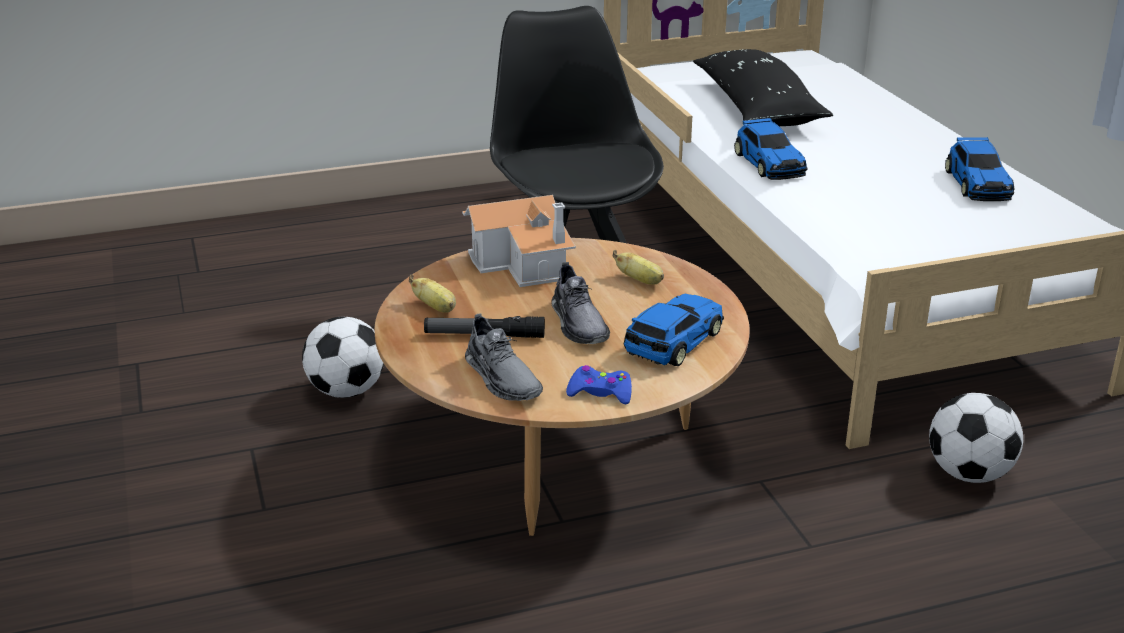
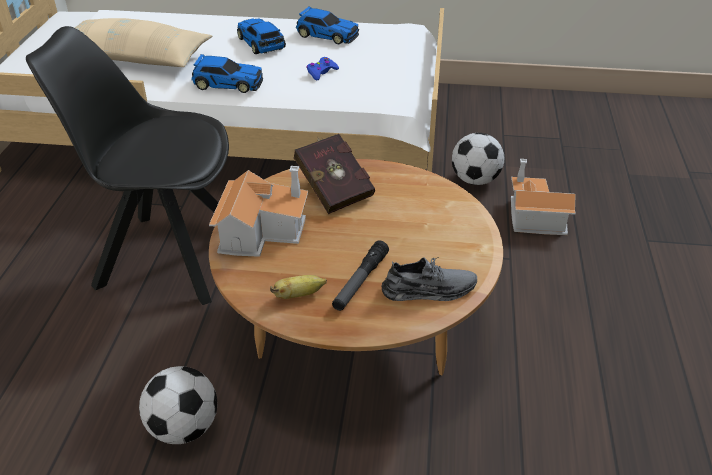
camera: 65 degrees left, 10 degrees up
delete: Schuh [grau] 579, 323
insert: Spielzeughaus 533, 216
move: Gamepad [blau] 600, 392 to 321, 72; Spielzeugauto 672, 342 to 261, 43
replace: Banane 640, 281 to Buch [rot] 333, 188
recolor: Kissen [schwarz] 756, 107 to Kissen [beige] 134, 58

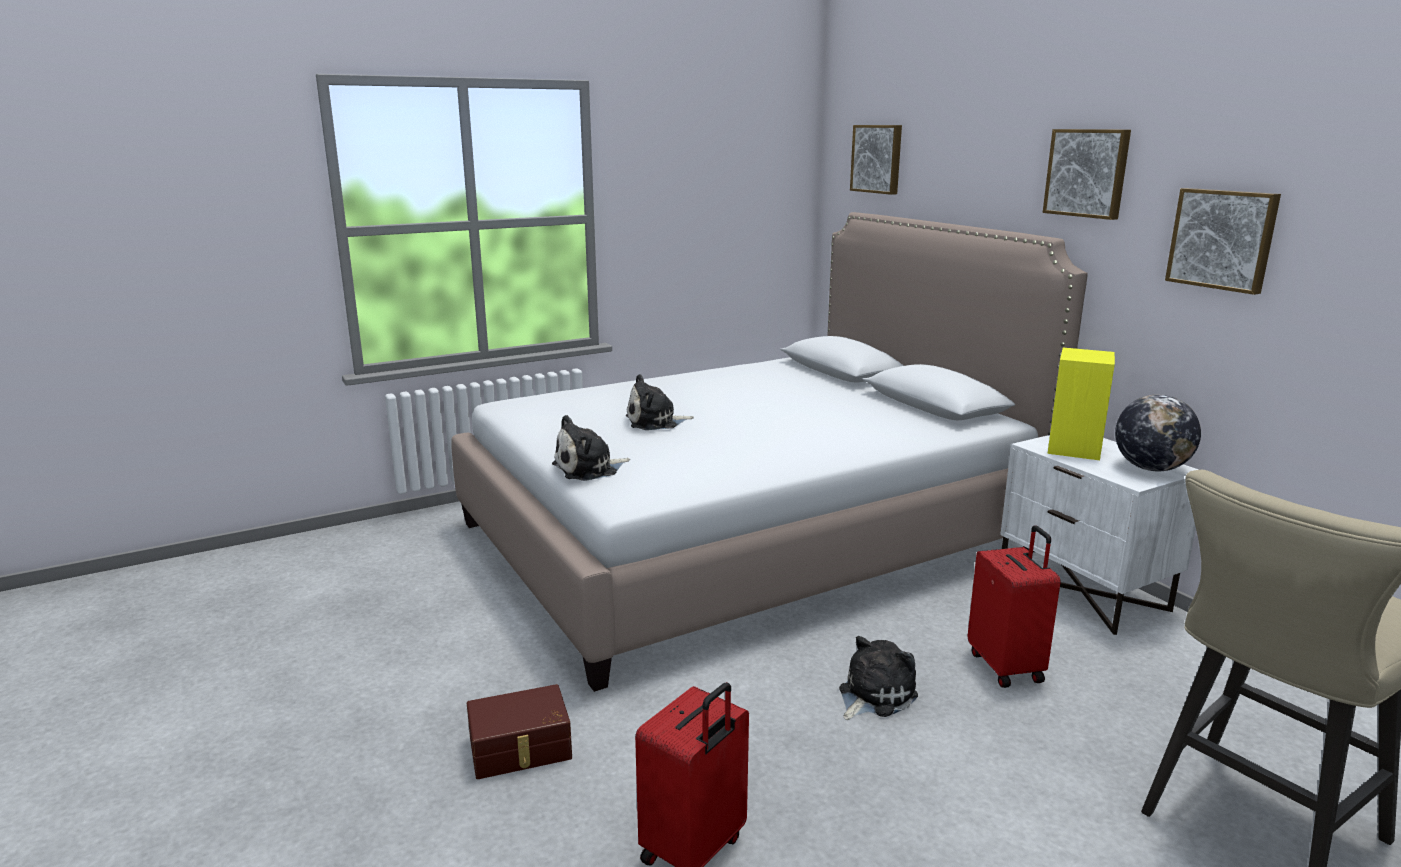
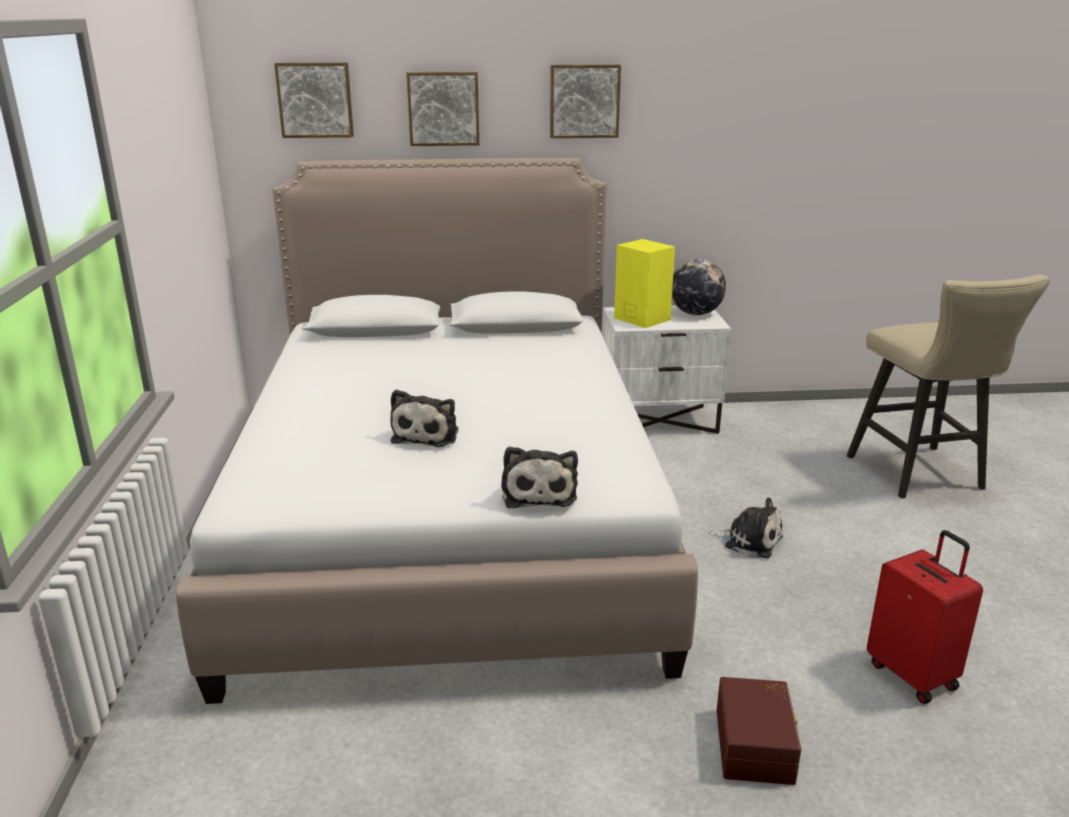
camera: 65 degrees left, 5 degrees up
delete: Koffer [rot] 1007, 666
move: Bild 1223, 239 to 443, 108
rotate: Plüschtier 873, 695 = 749, 541 135 degrees clockwise

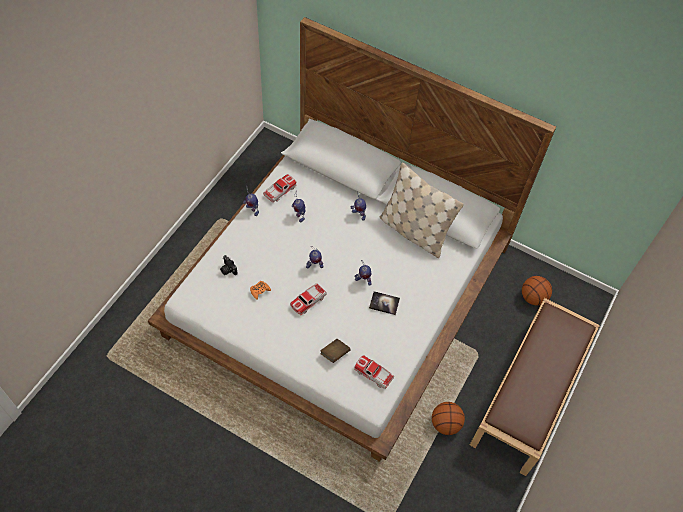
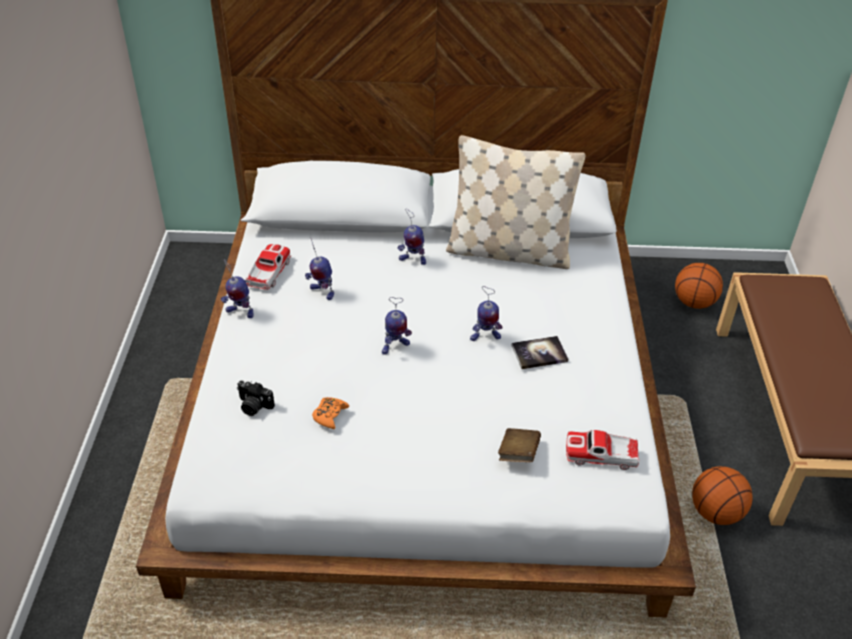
camera: 25 degrees left, 15 degrees down
delete: Spielzeugauto 308, 301

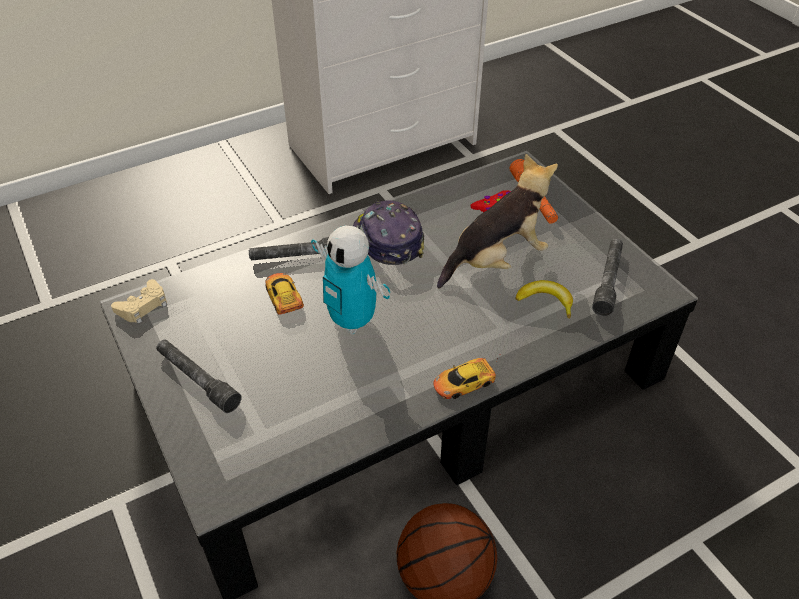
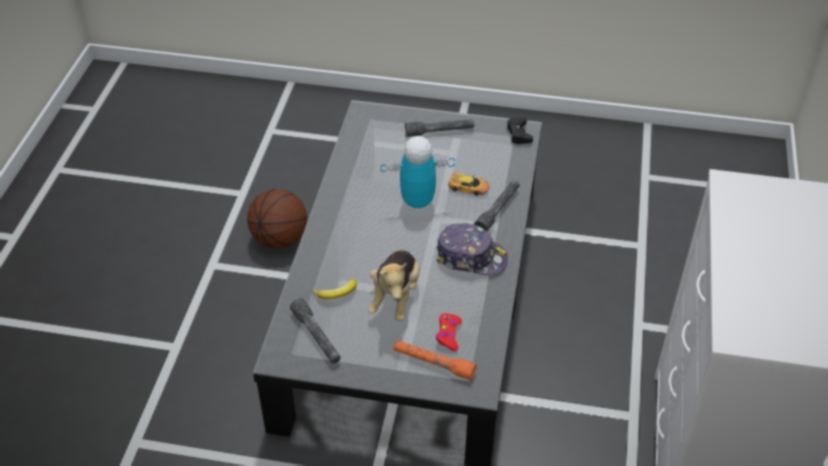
camera: 130 degrees right, 0 degrees up
delete: Spielzeugauto 463, 382
recolor: Gamepad [beige] 143, 306 to Gamepad [schwarz] 518, 134

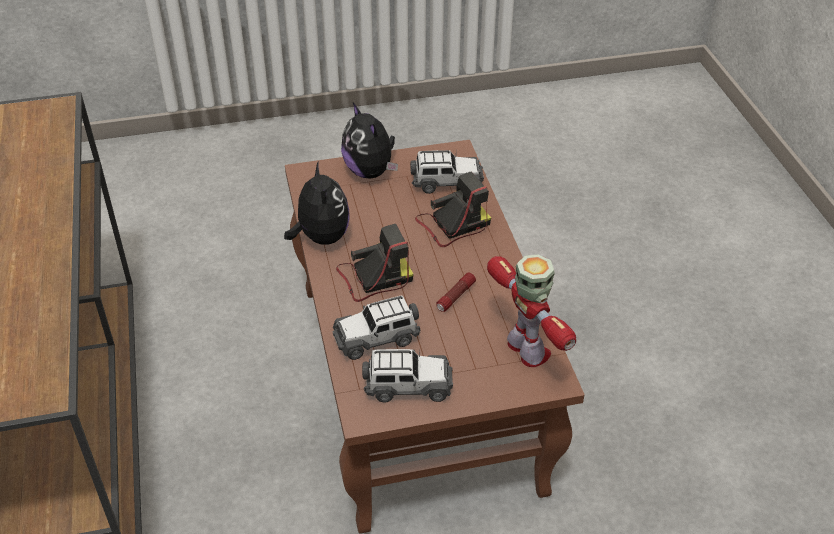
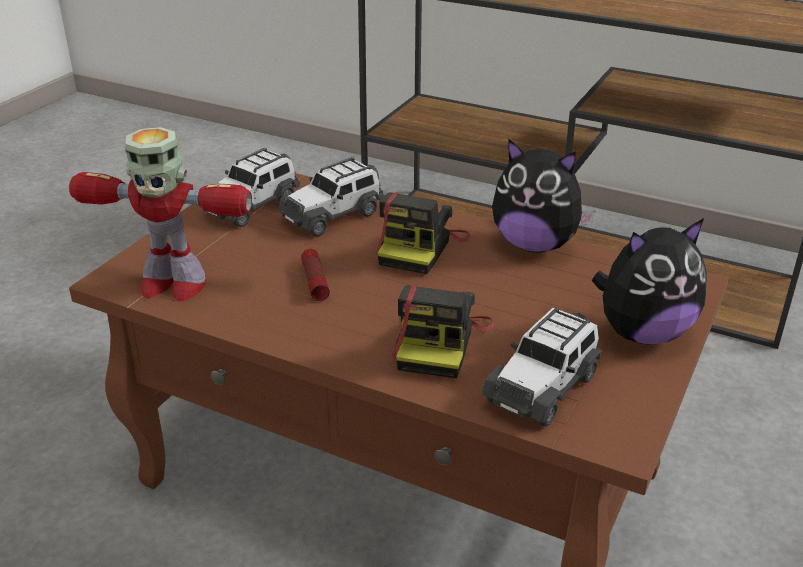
camera: 130 degrees right, 10 degrees down
rotate: Spielzeugauto 376, 338 = 333, 215 150 degrees counterclockwise; Plüschtier 370, 171 = 643, 333 150 degrees clockwise

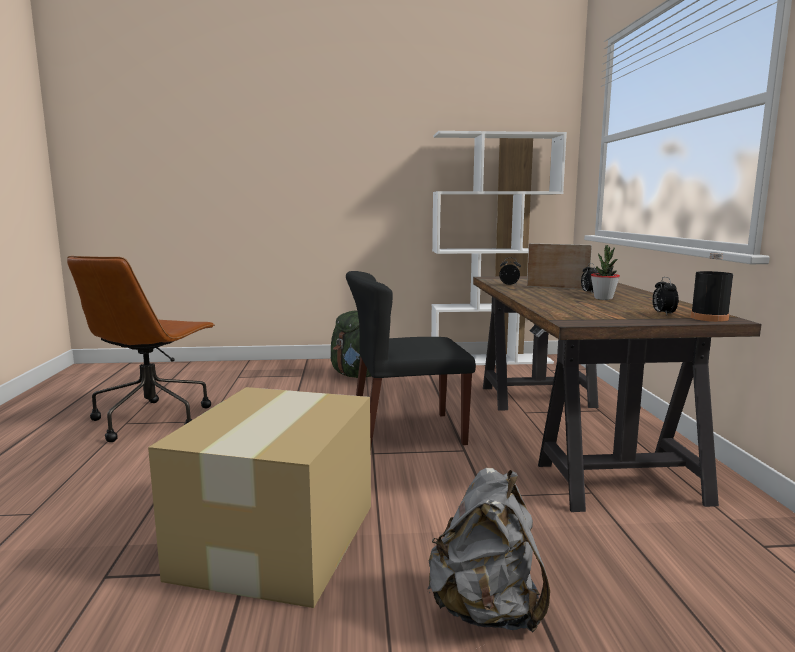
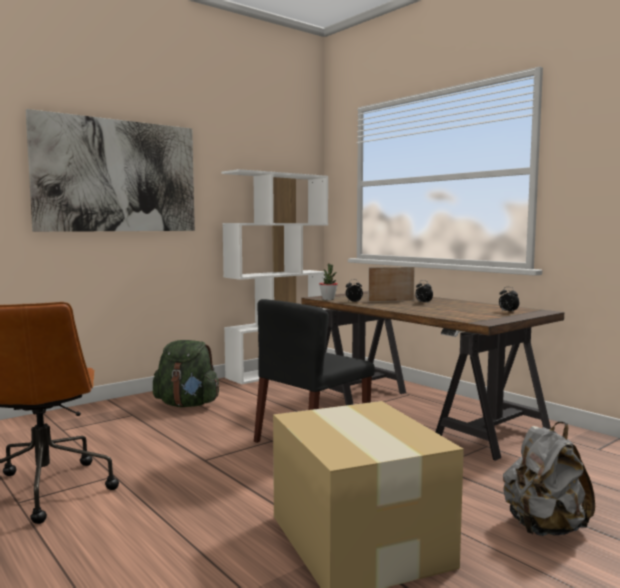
camera: 35 degrees left, 5 degrees down
delete: Flasche [schwarz] 709, 318
insert: Bild 117, 176
move: Topfpflanze 603, 298 to 328, 299

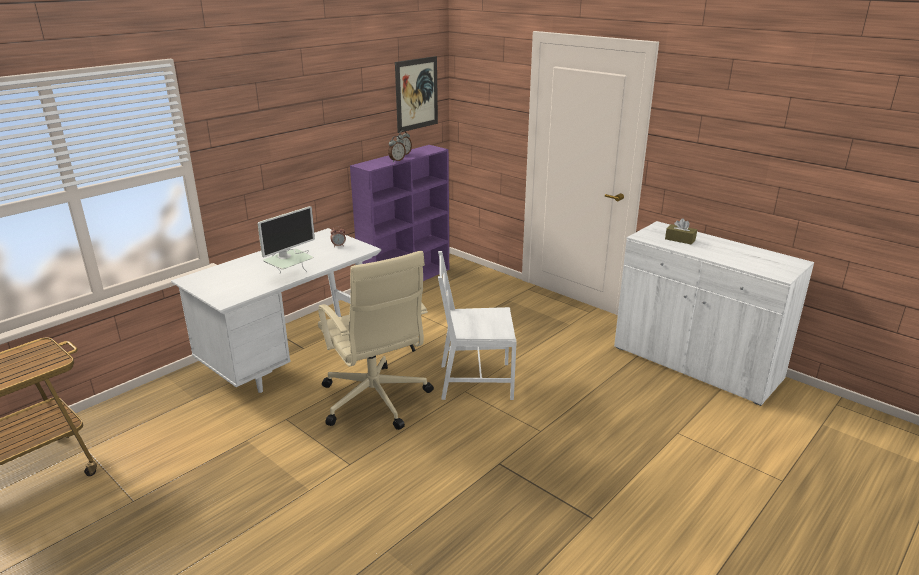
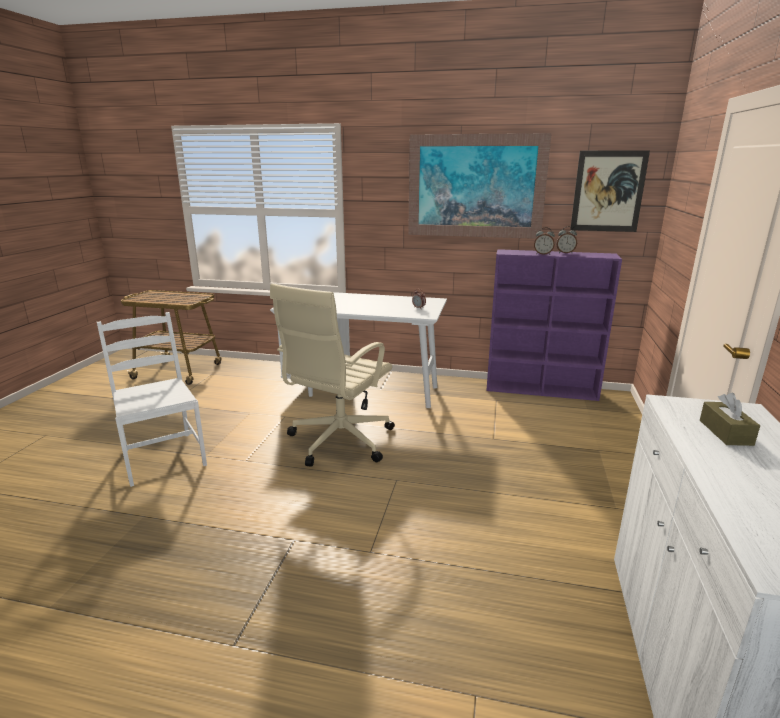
camera: 60 degrees right, 5 degrees down
delete: Monitor 290, 278
insert: Bild 475, 186
move: Stuhl [weiß] 475, 381 to 162, 457

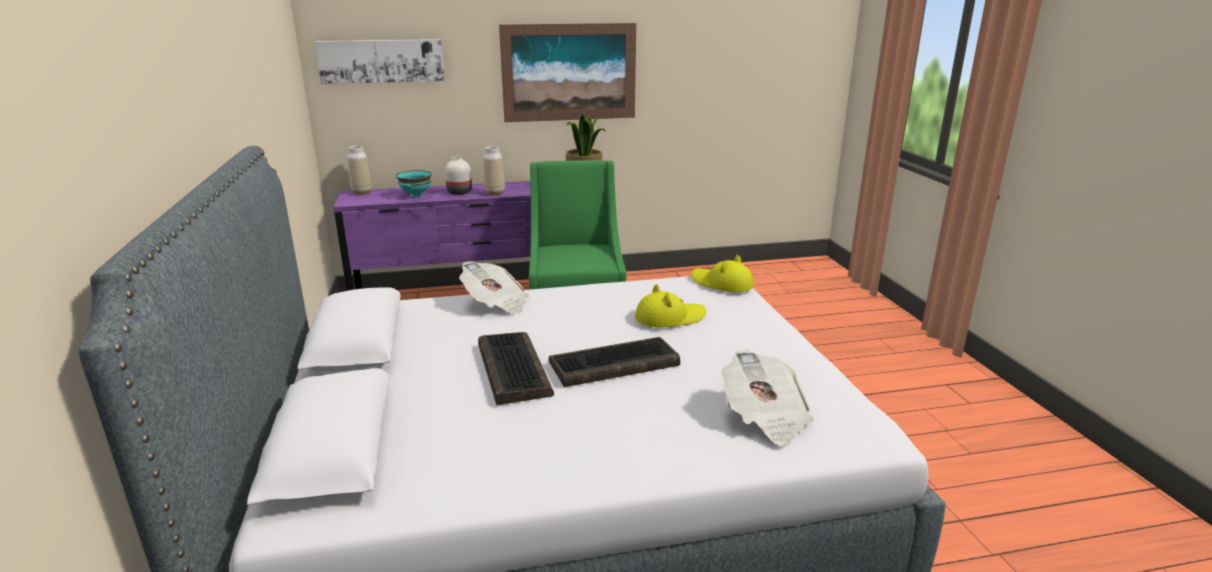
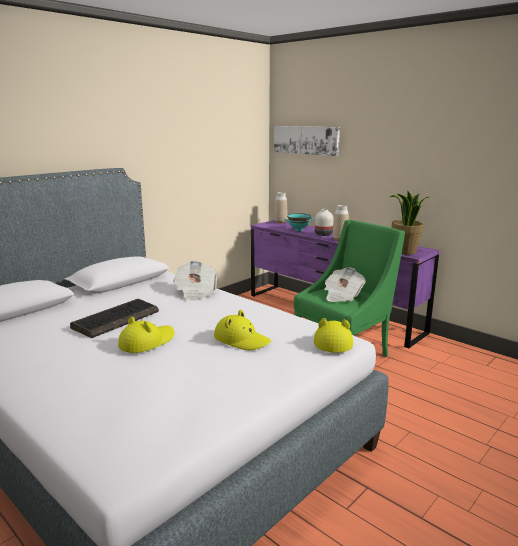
camera: 55 degrees right, 5 degrees down
delete: Bild 569, 72
move: Zeitung 764, 418 to 342, 296
replace: Tastatur 613, 364 to Hut [gelb] 147, 342

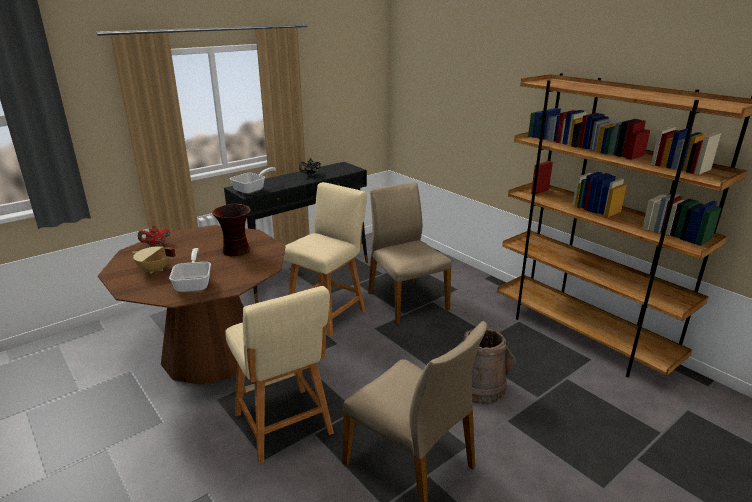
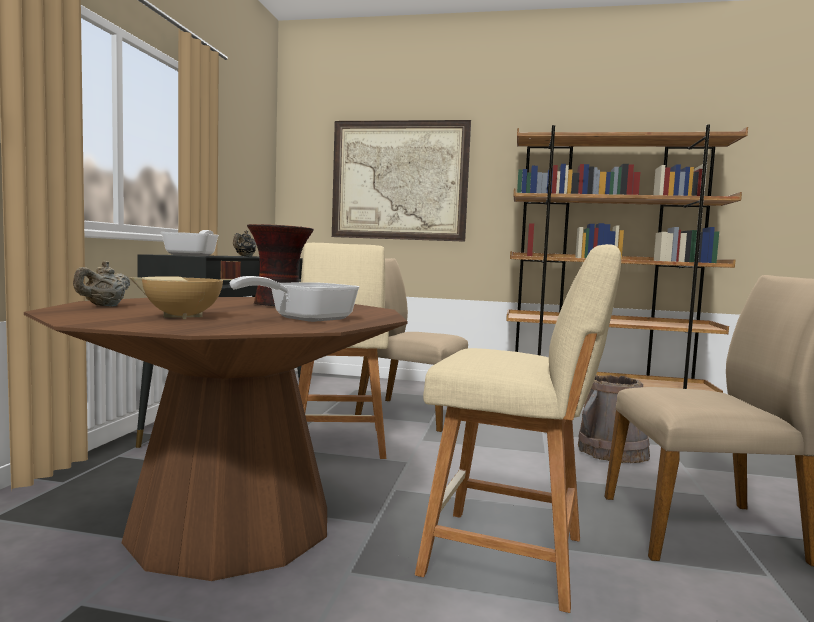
camera: 40 degrees left, 20 degrees down
insert: Bild 399, 180
recolor: Teekanne [rot] 156, 245 to Teekanne [beige] 104, 306
rotate: Pfanne 194, 283 = 304, 319 90 degrees counterclockwise

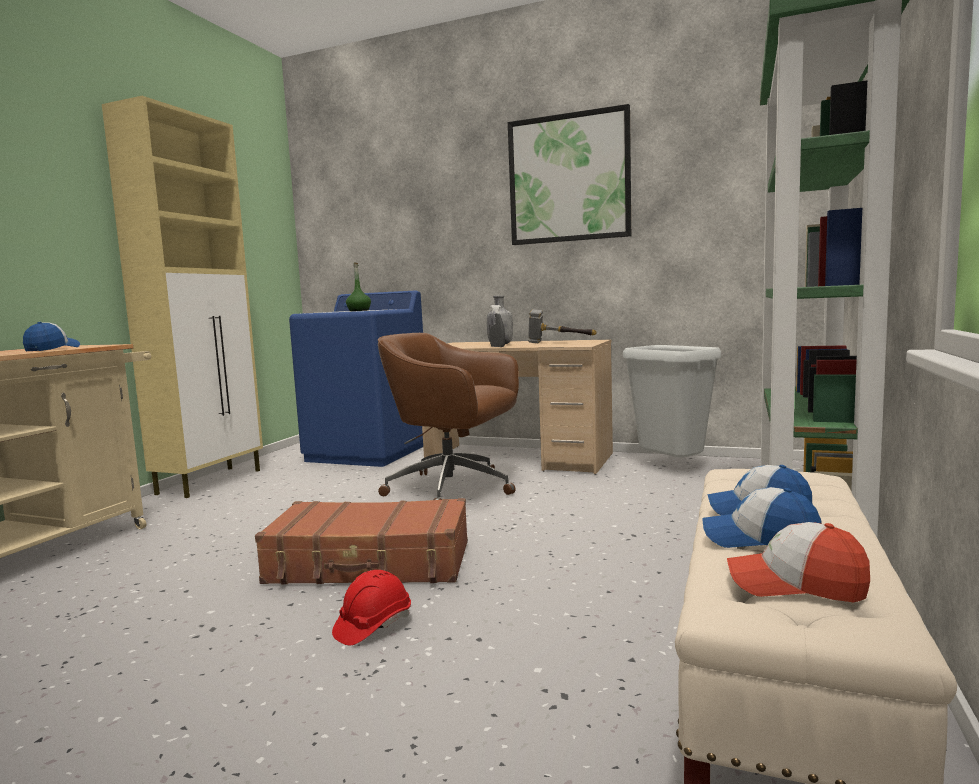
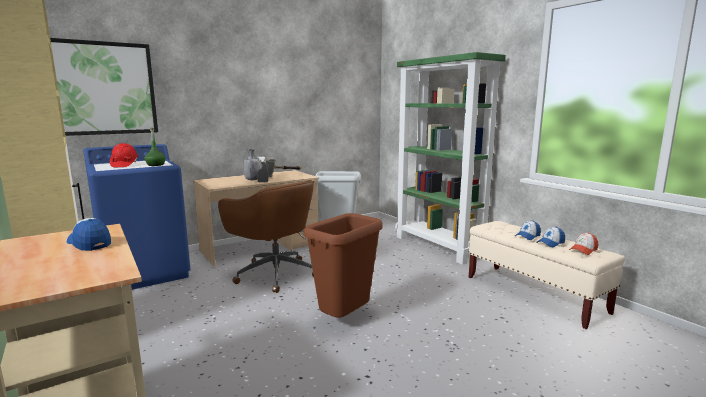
camera: 55 degrees left, 5 degrees up
move: Schutzhelm [rot] 373, 626 to 124, 165; Bild 569, 178 to 104, 88
replace: Koffer [braun] 370, 563 to Mülleimer [braun] 344, 319
rotate: Bürostuhl [braun] 454, 489 = 274, 273 105 degrees counterclockwise

